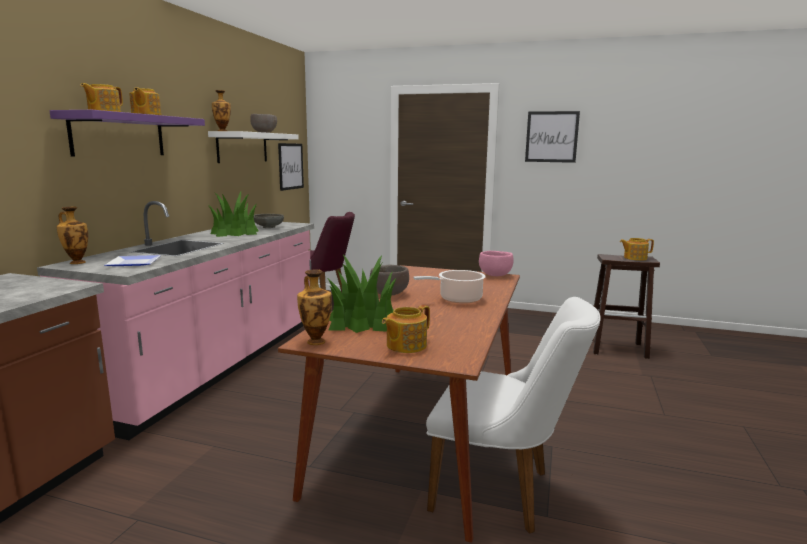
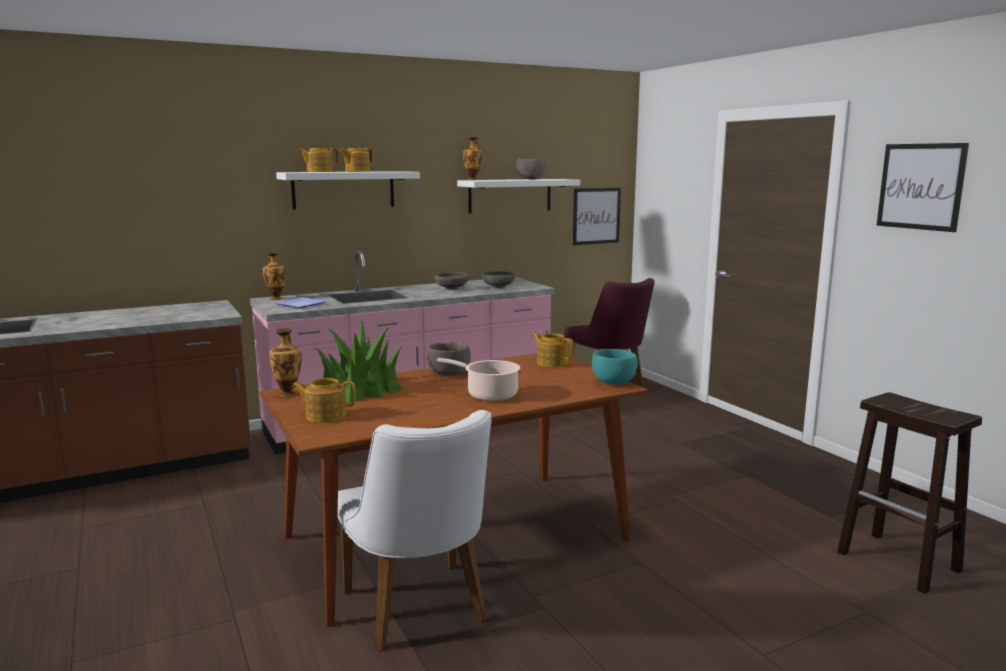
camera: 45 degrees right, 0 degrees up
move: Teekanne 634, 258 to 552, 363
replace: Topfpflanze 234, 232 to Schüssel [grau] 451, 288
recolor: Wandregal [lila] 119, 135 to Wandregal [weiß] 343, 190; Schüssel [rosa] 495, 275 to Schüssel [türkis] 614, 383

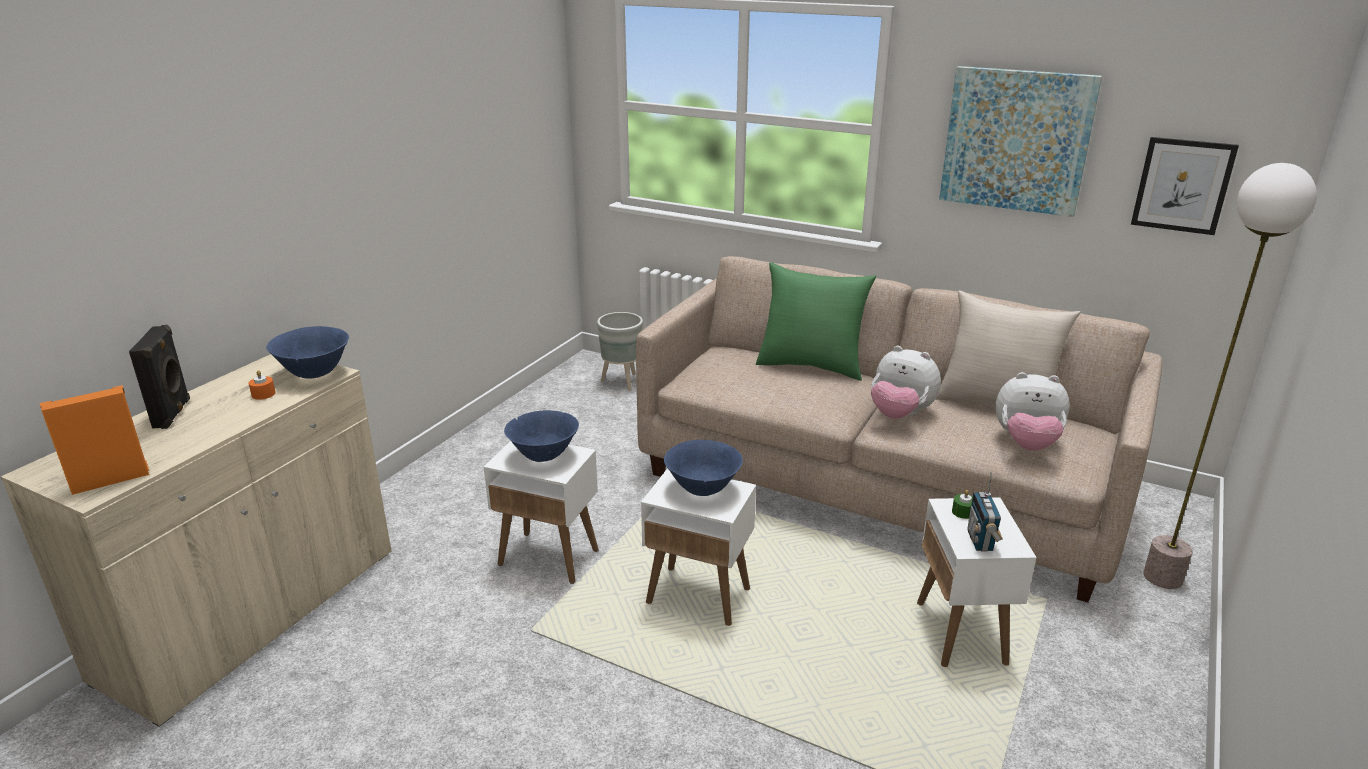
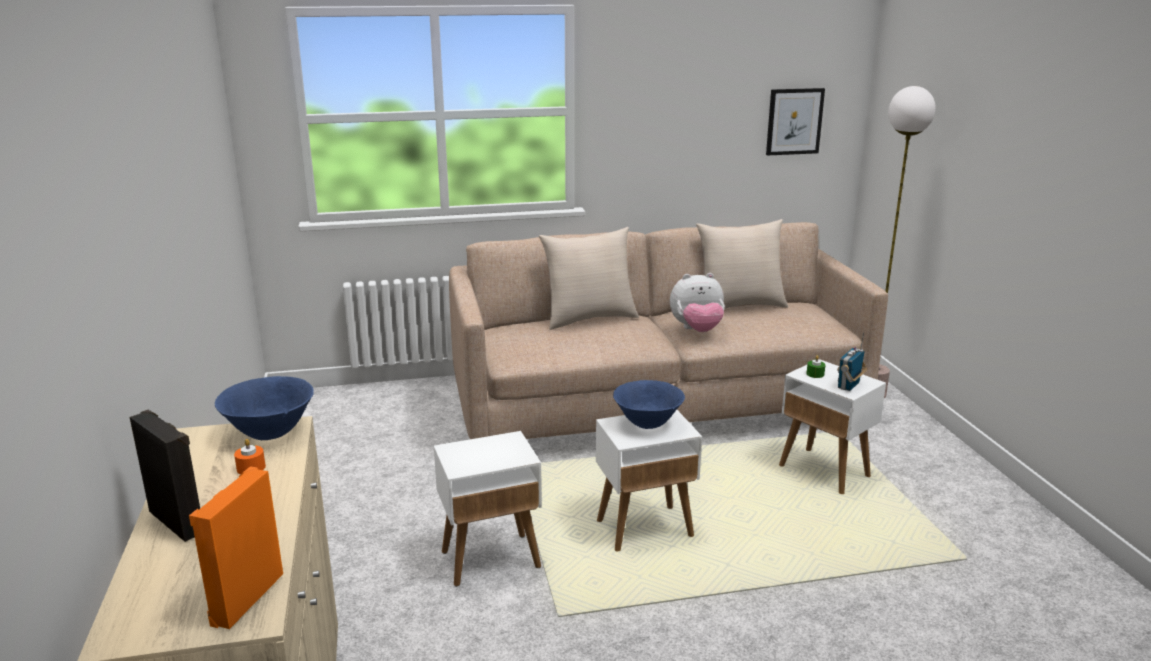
camera: 40 degrees left, 5 degrees down
delete: Schüssel [blau] 543, 456; Pflanzkübel [grau] 622, 382; Bild 1016, 140; Plüschtier 1026, 444
recolor: Kissen [grün] 811, 365 to Kissen [beige] 589, 318
rotate: Radio 981, 541 = 849, 385 75 degrees clockwise

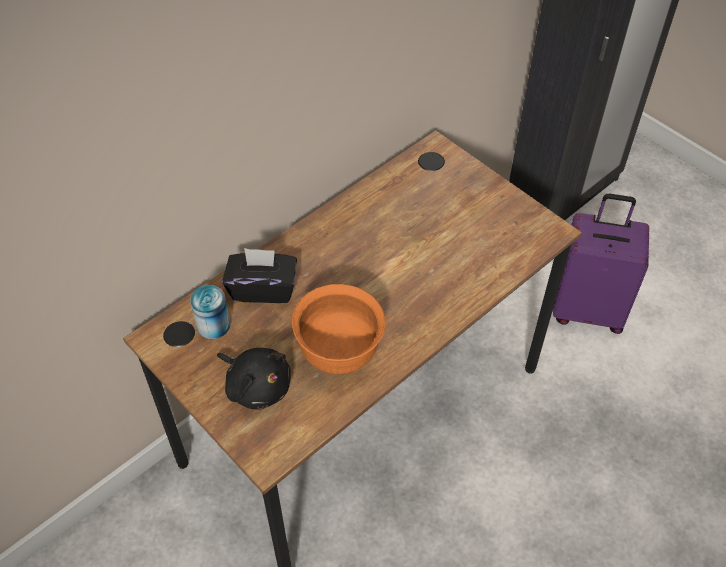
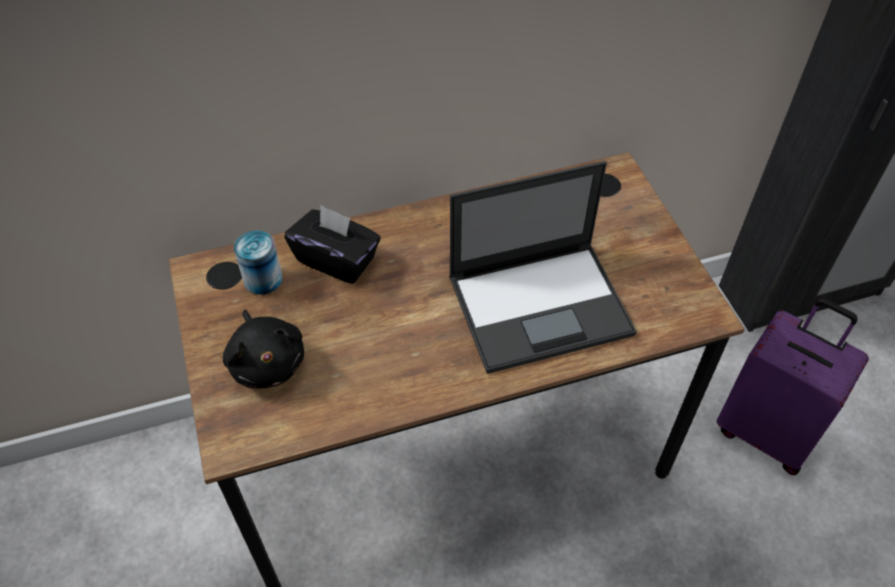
camera: 25 degrees right, 0 degrees up
delete: Schüssel [orange] 339, 353
insert: Laptop 541, 305

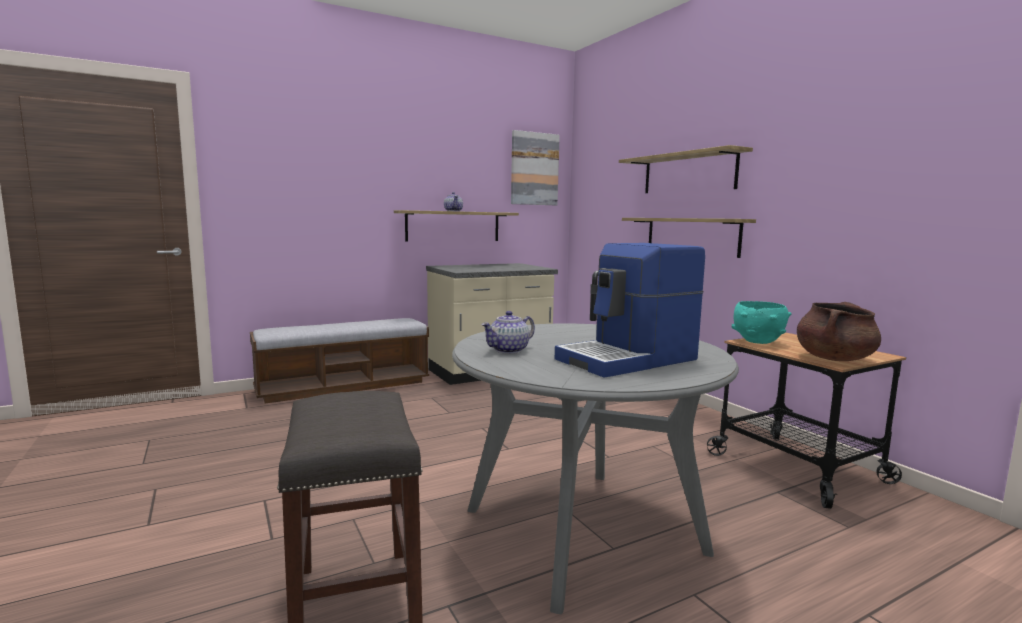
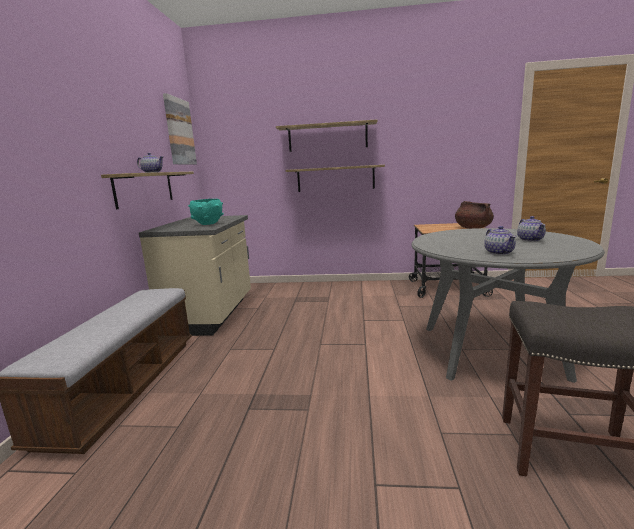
camera: 55 degrees left, 5 degrees up
move: Schüssel [türkis] 757, 342 to 208, 224
replace: Kaffeemaschine 629, 360 to Teekanne 530, 239

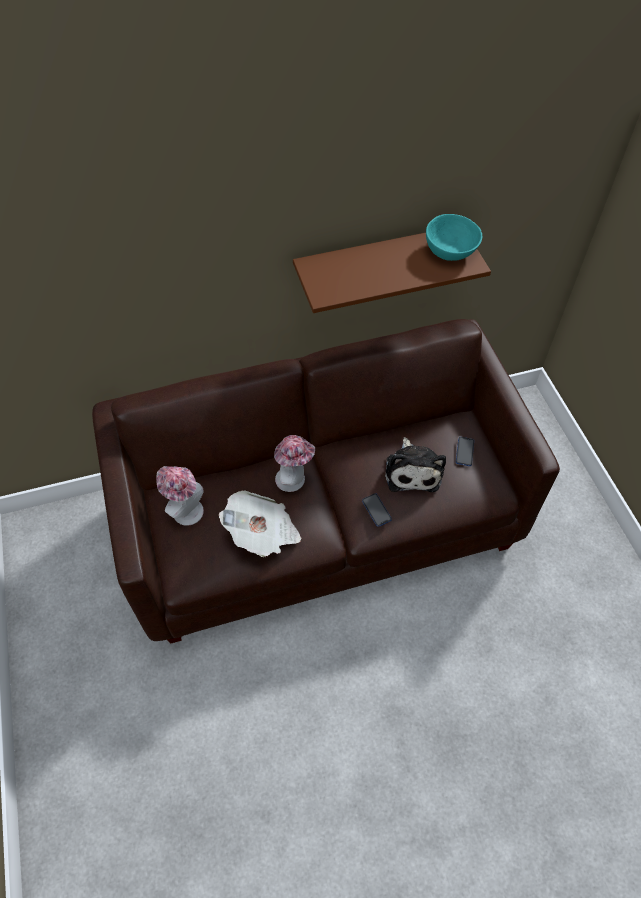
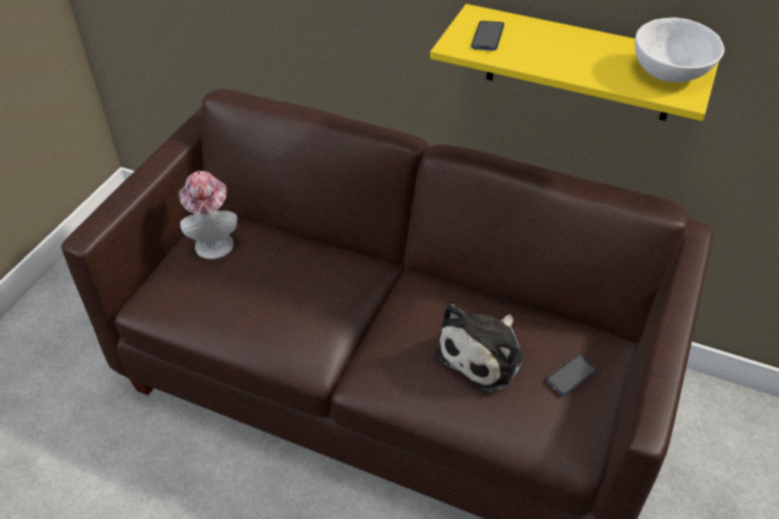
camera: 40 degrees right, 10 degrees down
delete: Zeitung 263, 533; Hut 294, 479
move: Handy 376, 510 to 487, 37
recolor: Wandregal [braun] 377, 263 to Wandregal [gelb] 580, 64; Schüssel [türkis] 449, 250 to Schüssel [weiß] 669, 71

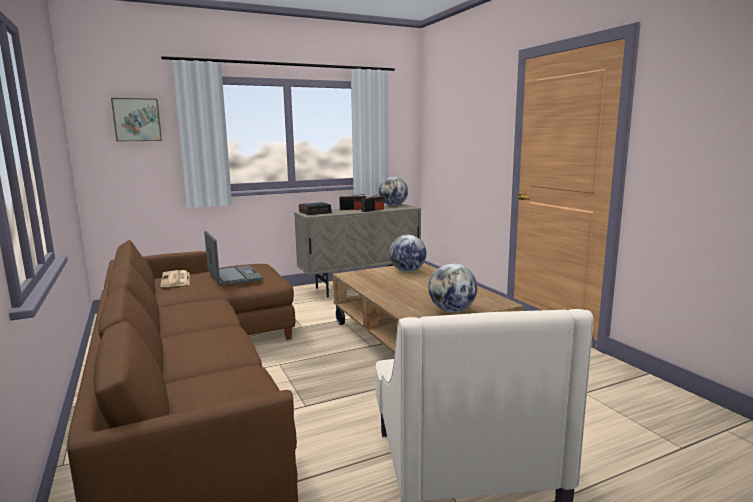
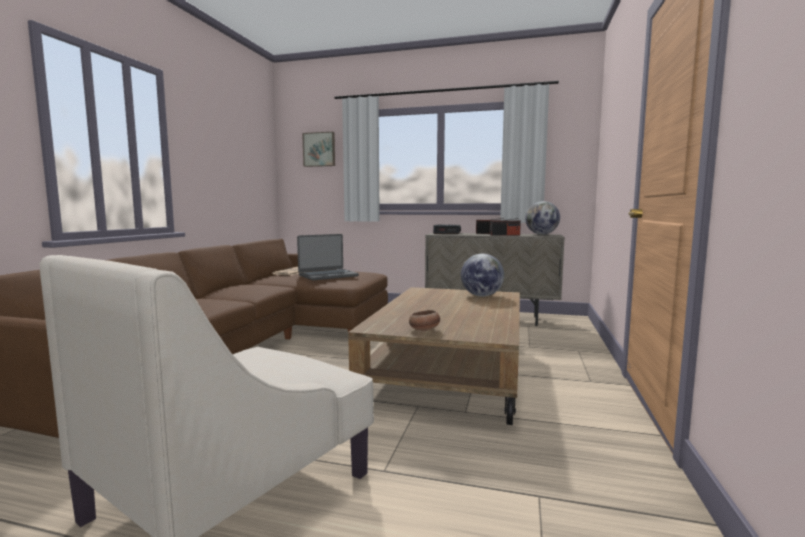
camera: 40 degrees right, 5 degrees down
replace: Globus 452, 310 to Schüssel 424, 330
rotate: Laptop 234, 277 = 328, 275 45 degrees clockwise

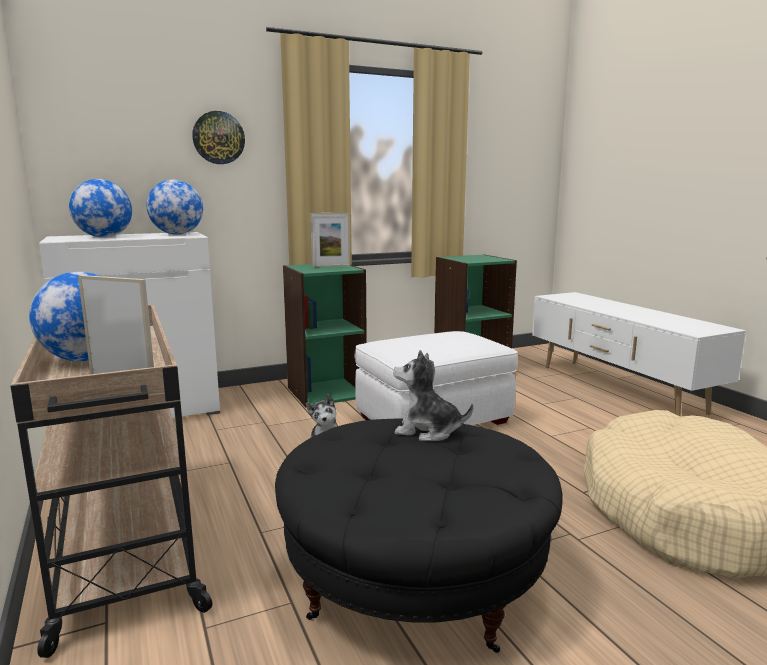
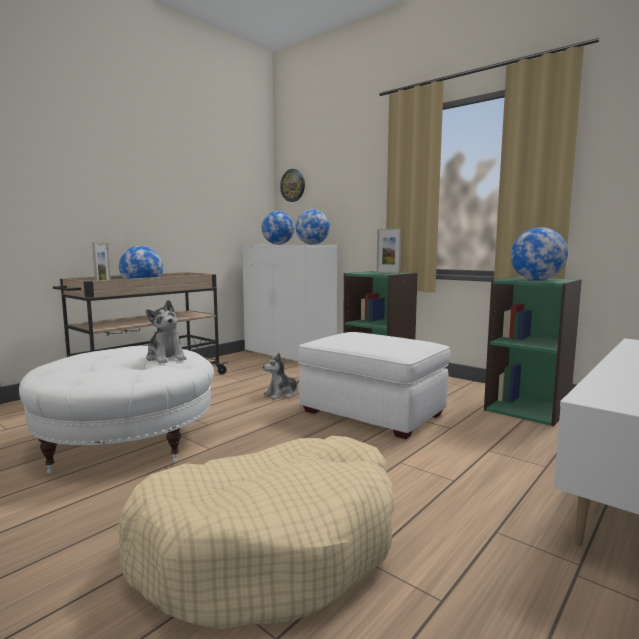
camera: 65 degrees right, 5 degrees down
insert: Globus 536, 280
move: Wanduhr 218, 138 to 293, 185
recolor: Polsterhocker [schwarz] 414, 576 to Polsterhocker [weiß] 127, 442
rotate: Plüschtier 428, 431 = 166, 358 150 degrees clockwise

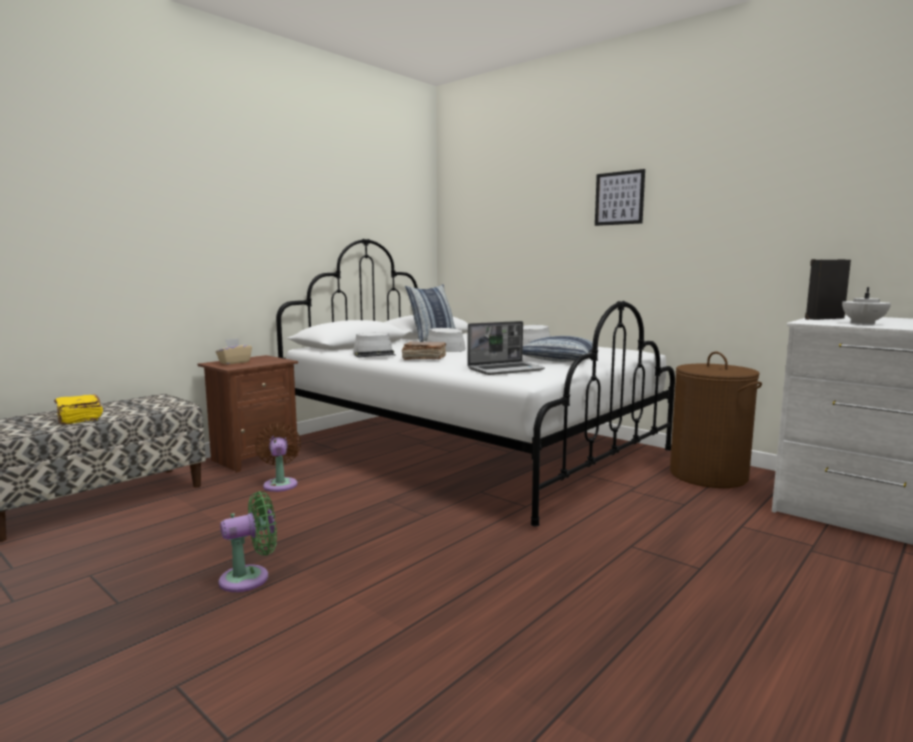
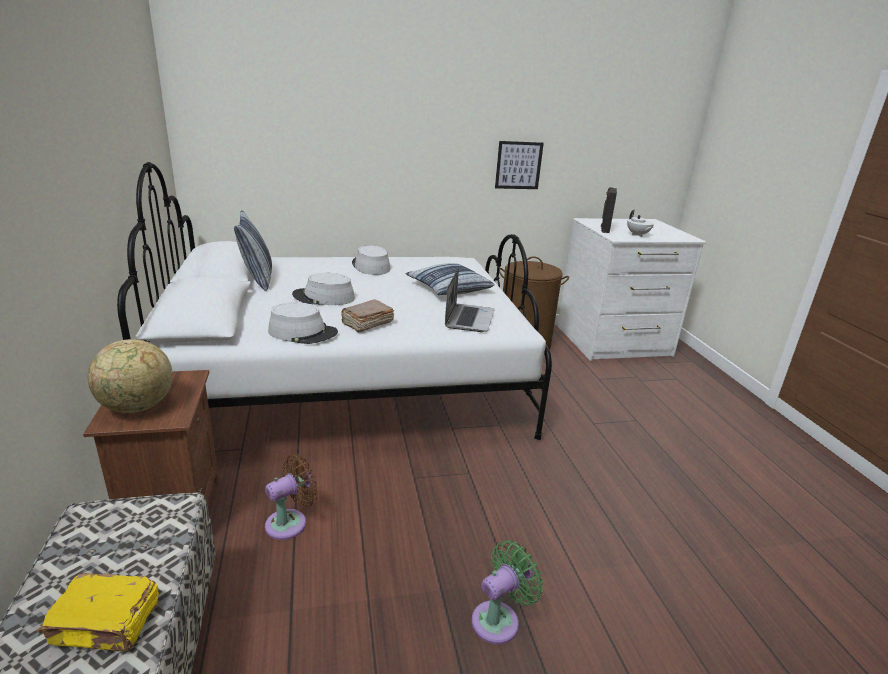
camera: 55 degrees left, 15 degrees up
move: Bild 619, 198 to 518, 165
replace: Taschentuchbox [beige] 234, 362 to Globus 137, 407
rotate: Ventilator [grün] 250, 578 = 499, 619 45 degrees clockwise; Ventilator [braun] 280, 484 = 290, 522 120 degrees clockwise

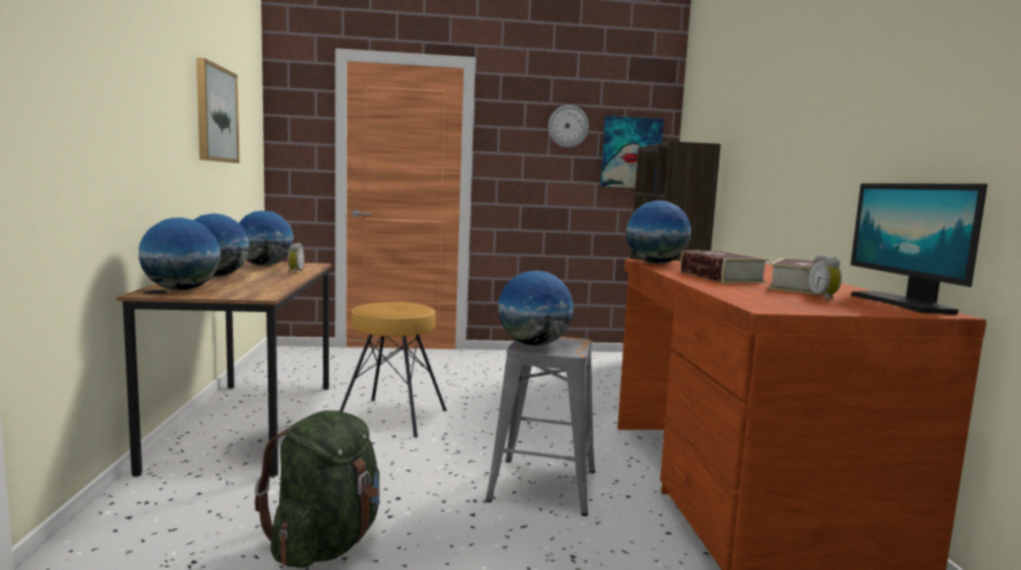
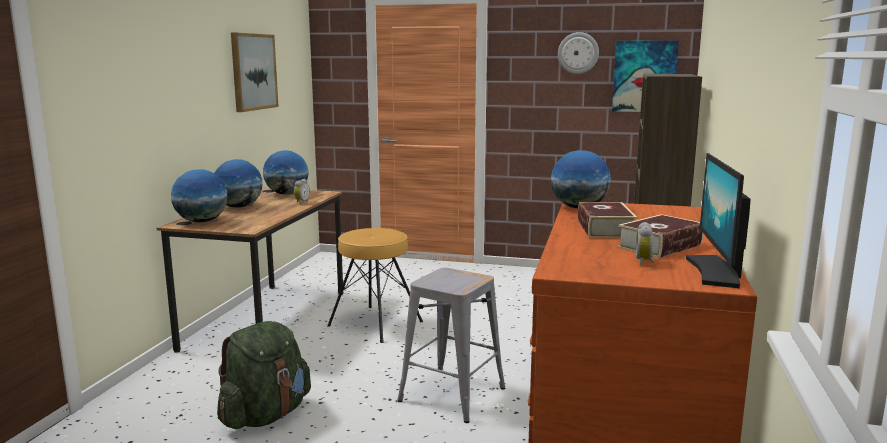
camera: 20 degrees right, 5 degrees up
delete: Globus 534, 344

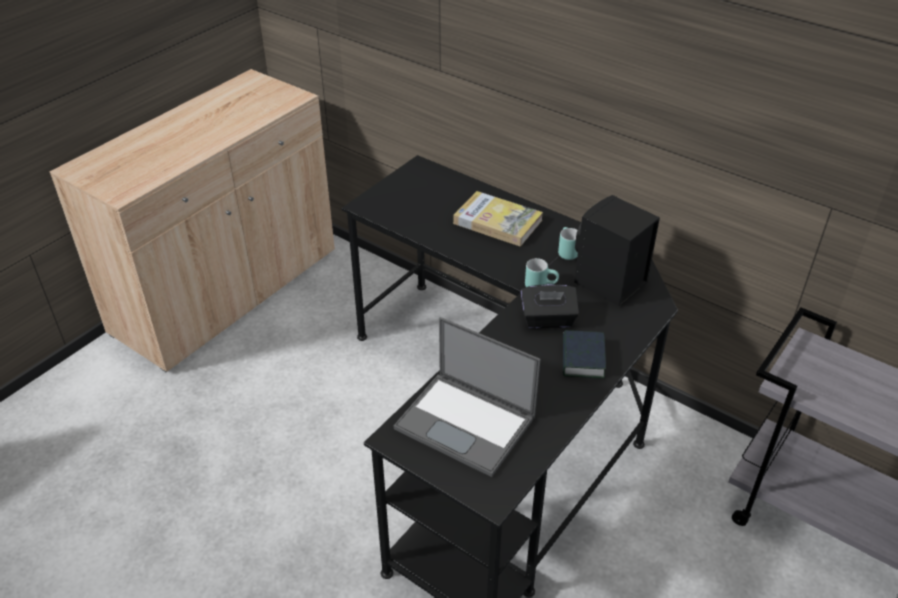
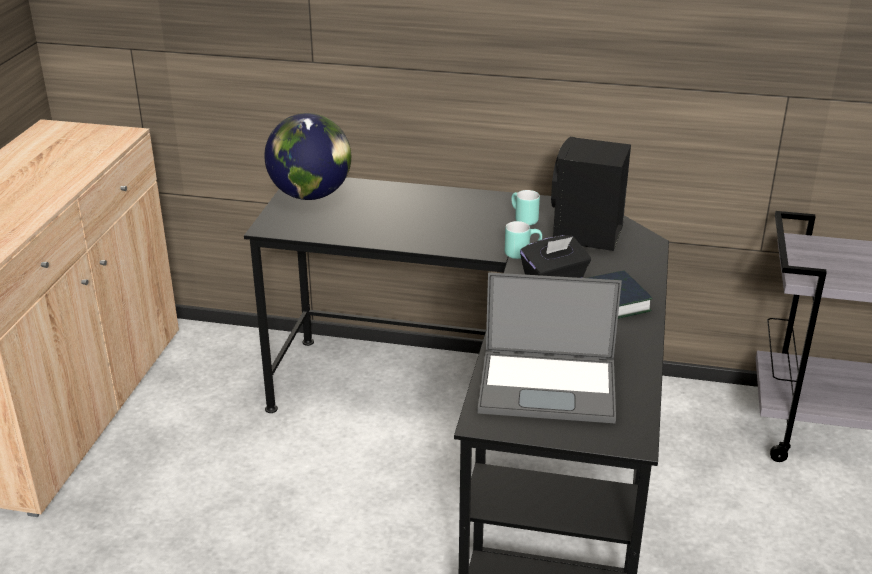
camera: 25 degrees left, 10 degrees down
delete: Buch 497, 222
insert: Globus 310, 195

